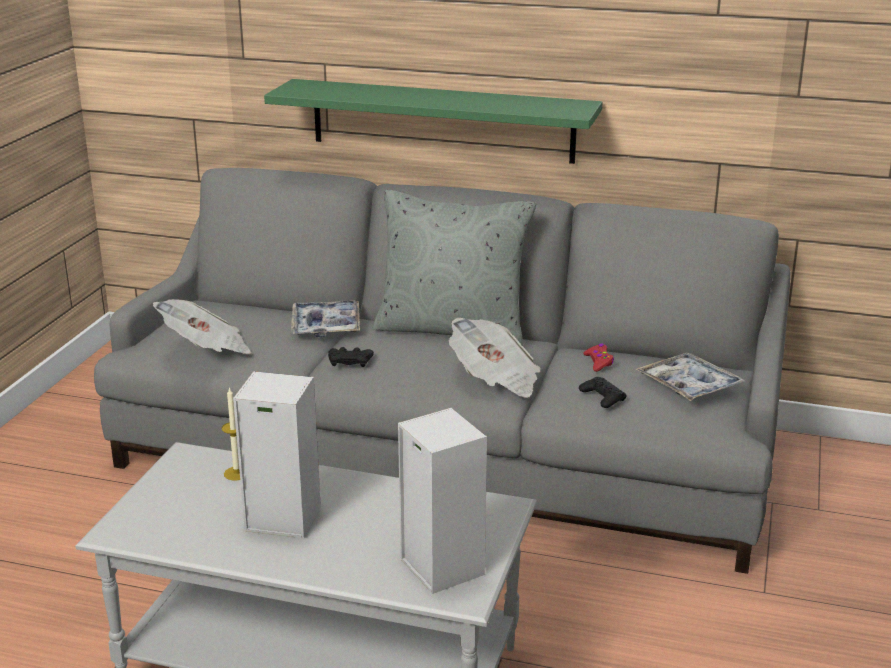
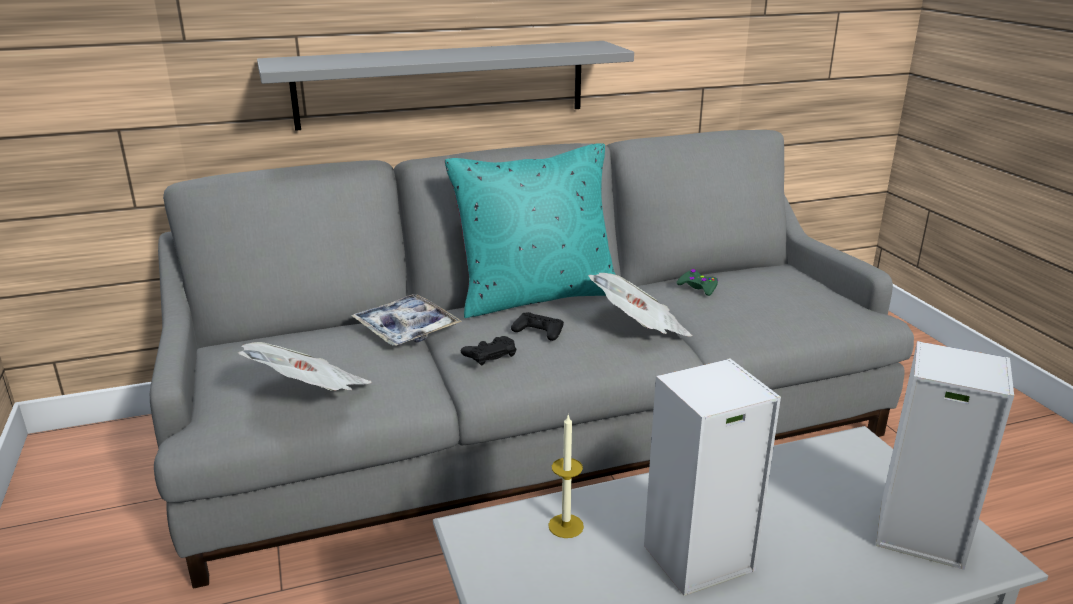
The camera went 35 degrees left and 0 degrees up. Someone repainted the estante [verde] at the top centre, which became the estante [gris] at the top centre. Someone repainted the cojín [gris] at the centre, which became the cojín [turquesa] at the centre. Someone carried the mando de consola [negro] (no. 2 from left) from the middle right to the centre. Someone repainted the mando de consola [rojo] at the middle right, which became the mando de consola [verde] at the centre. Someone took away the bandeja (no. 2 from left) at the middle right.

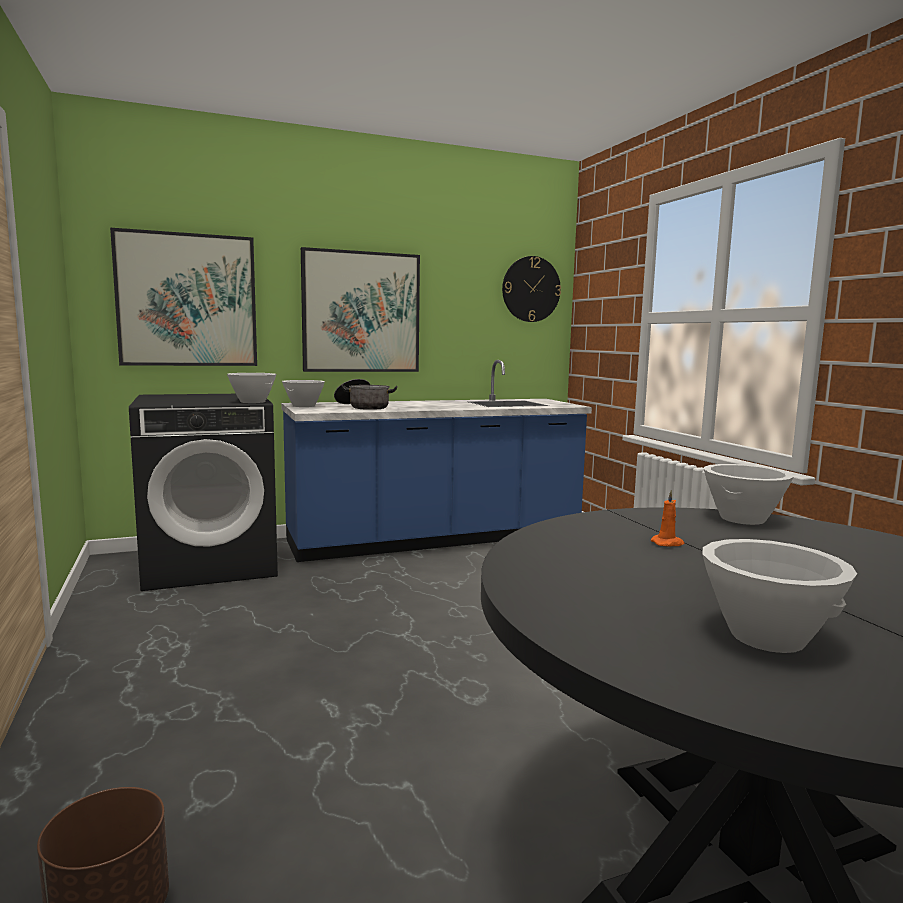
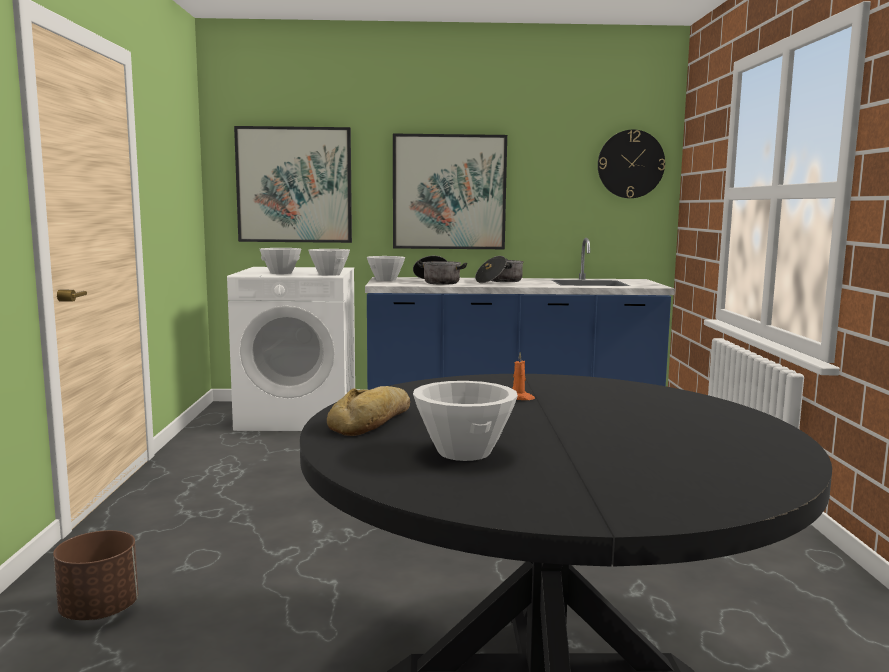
The camera went 20 degrees right and 0 degrees up. Someone repainted the lavadora [negro] at the middle left, which became the lavadora [blanco] at the middle left. Someone carried the cuenco [blanco] (no. 3 from left in the first image) from the middle right to the middle left. Someone put down the pan at the centre. Someone put down the olla (no. 2 from left) at the centre.

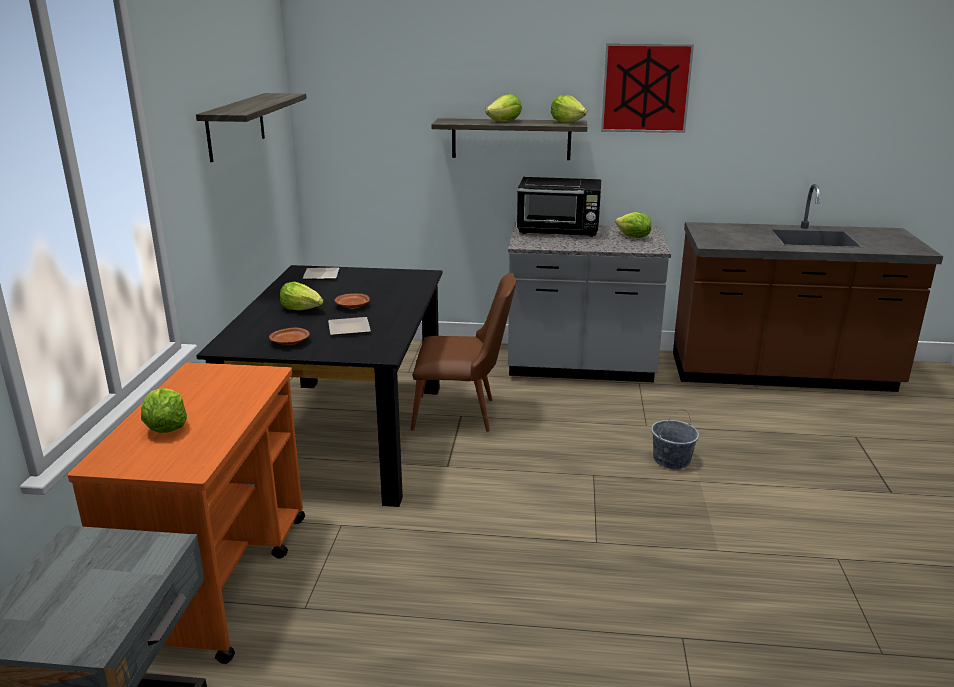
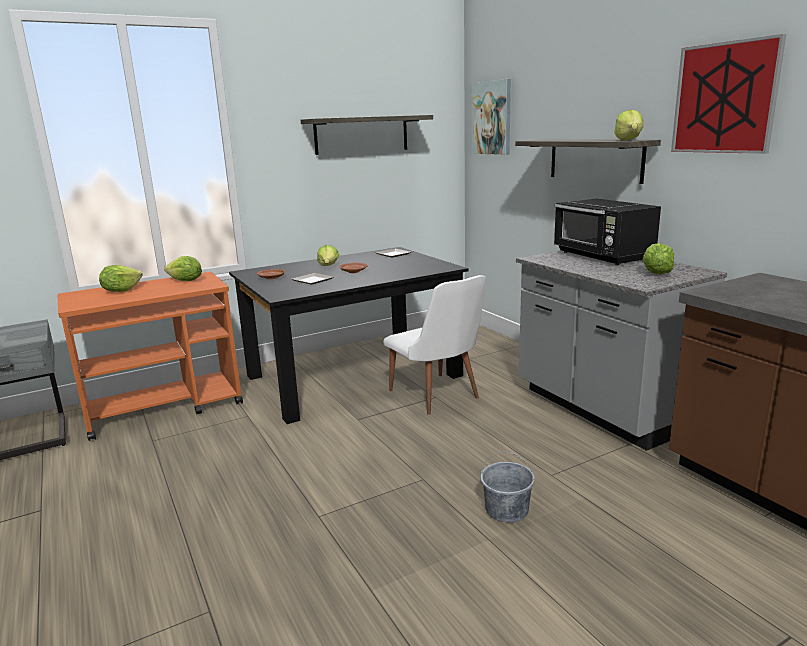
The camera went 55 degrees right and 5 degrees down. Someone repainted the silla [marrón] at the centre, which became the silla [blanco] at the centre. Someone carried the lechuga (no. 3 from left in the first image) from the top centre to the middle left. Someone put up the cuadro (no. 1 from left) at the top centre.

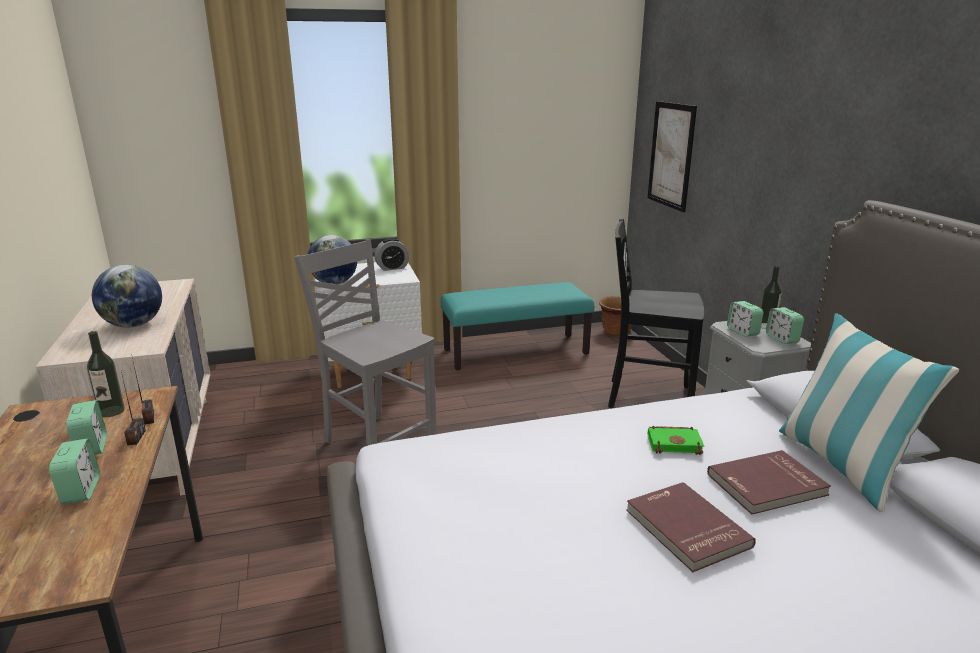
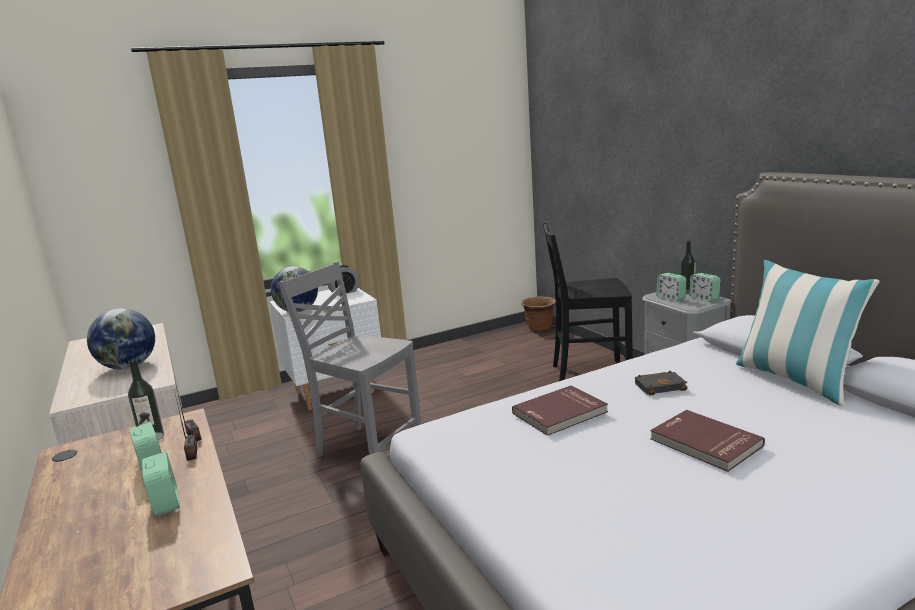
The camera went 10 degrees left and 5 degrees down. Someone took away the banco [turquesa] at the centre. Someone took away the cuadro at the top right. Someone repainted the libro [verde] at the bottom right, which became the libro [negro] at the middle right. Someone carried the libro [rojo] (no. 2 from left in the first image) from the bottom right to the bottom centre.

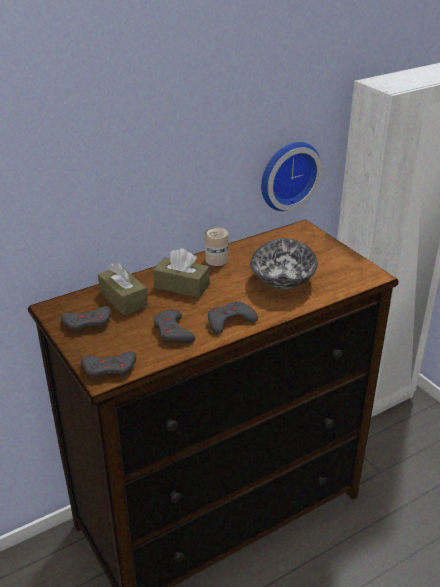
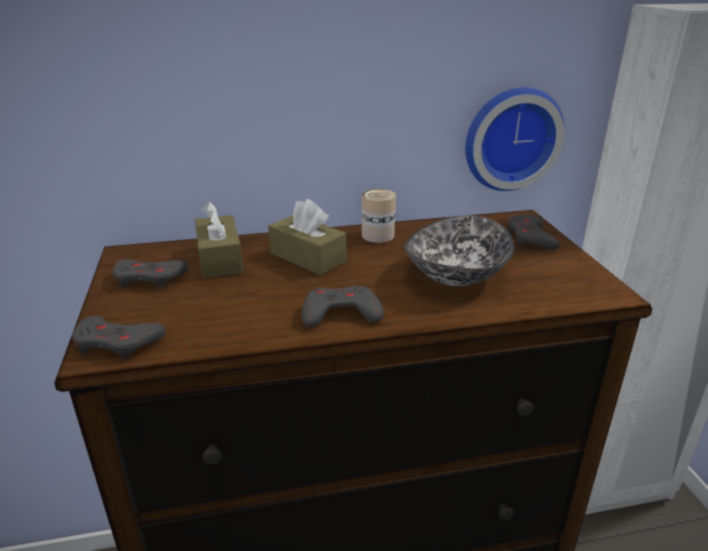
The camera went 20 degrees right and 5 degrees down. Someone carried the mando de consola [gris] (no. 3 from left in the first image) from the centre to the middle right.

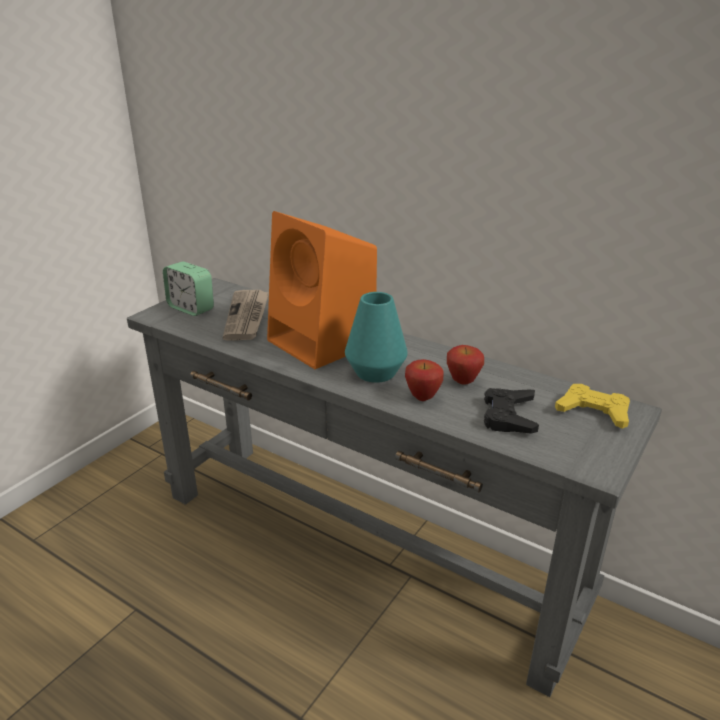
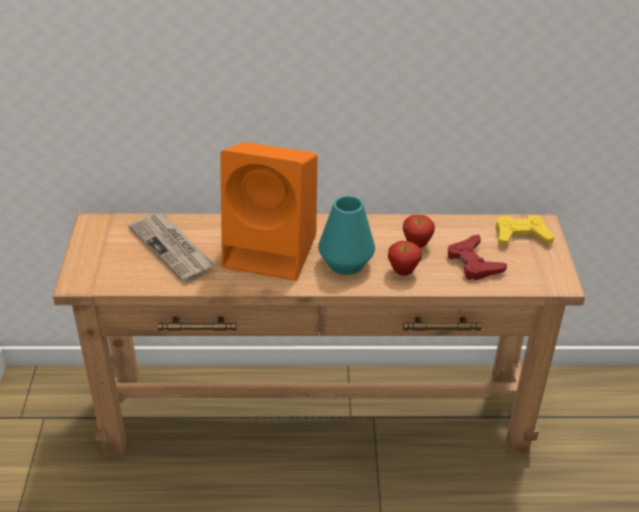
The camera went 35 degrees left and 10 degrees up. Someone repainted the mesa consola [gris] at the bottom centre, which became the mesa consola [marrón] at the centre. Someone took away the despertador at the middle left. Someone repainted the mando de consola [negro] at the middle right, which became the mando de consola [rojo] at the middle right.

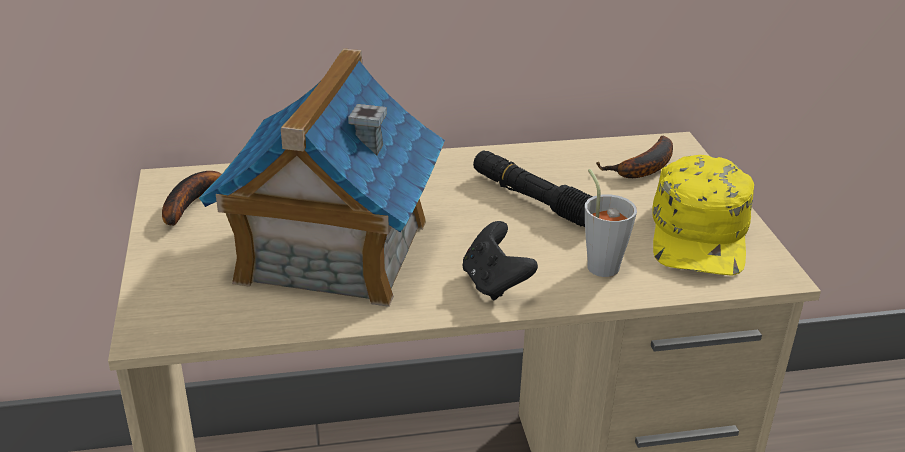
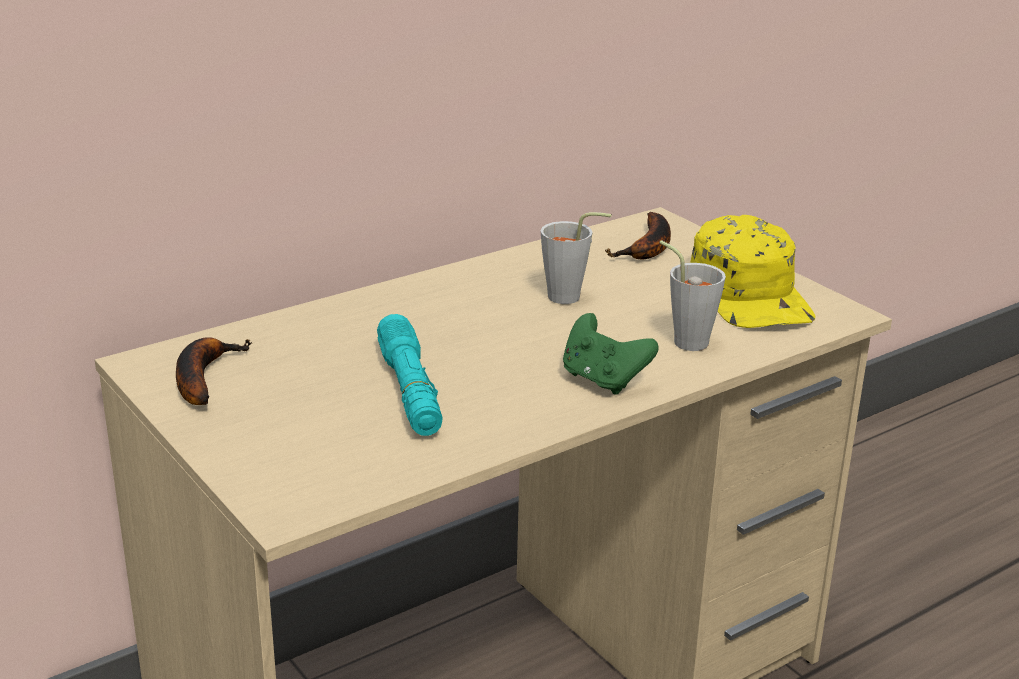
The camera went 25 degrees left and 5 degrees down. Someone swapped the casita at the centre for the linterna [turquesa] at the centre. Someone repainted the mando de consola [negro] at the centre, which became the mando de consola [verde] at the centre. Someone swapped the linterna [negro] at the centre for the taza [gris] (no. 1 from left) at the centre.

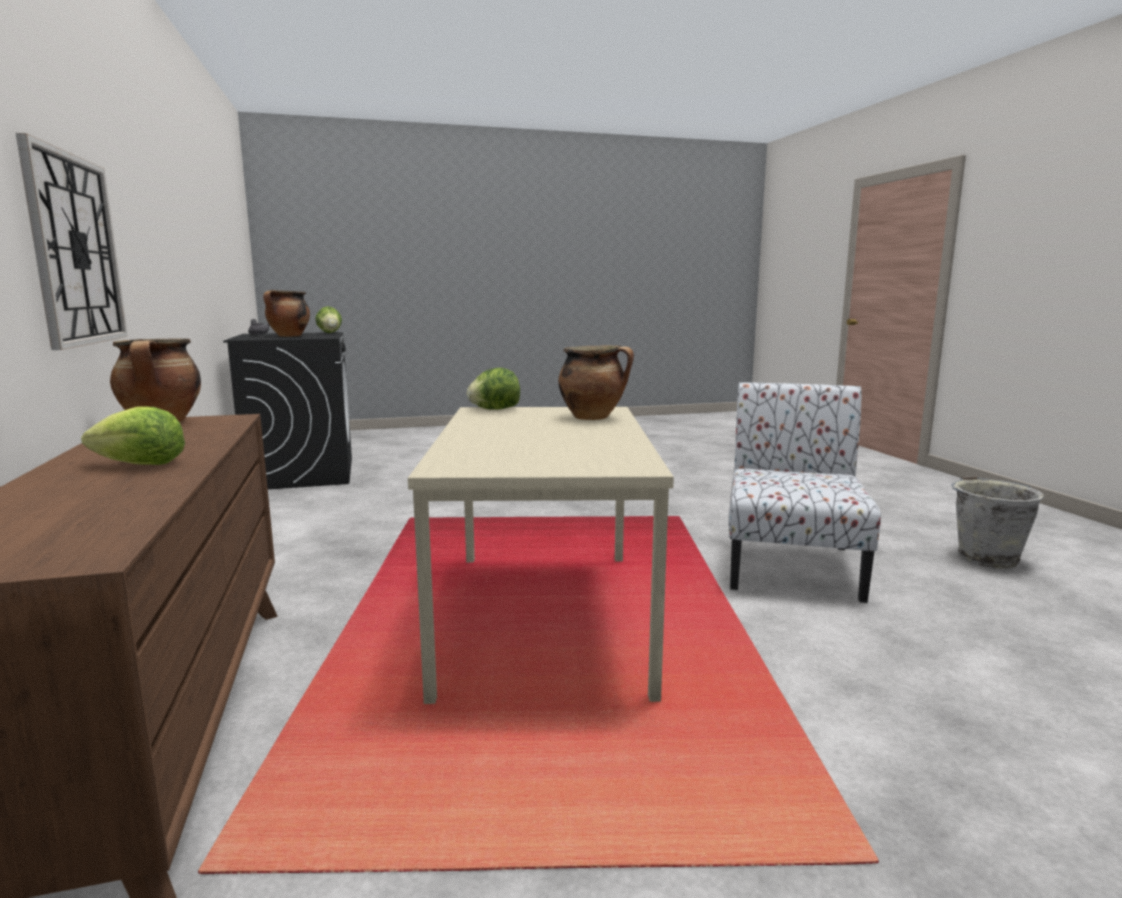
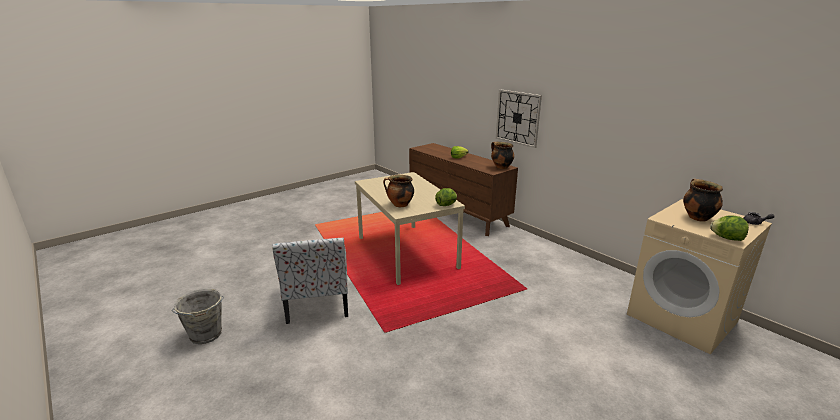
The camera went 155 degrees right and 10 degrees up. Someone repainted the lavadora [negro] at the middle left, which became the lavadora [beis] at the middle right.

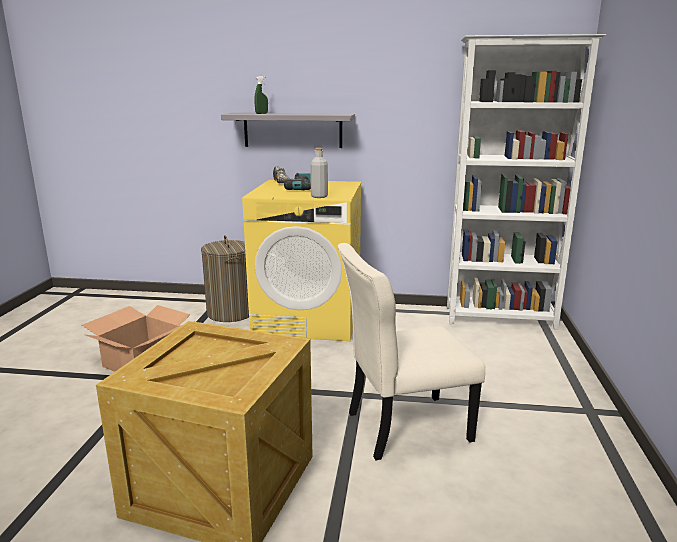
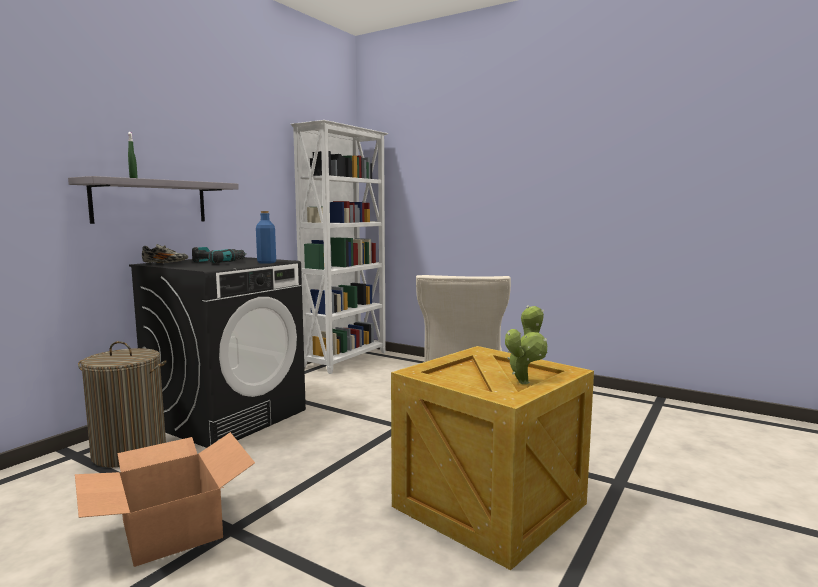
The camera went 65 degrees left and 10 degrees down. Someone repainted the lavadora [amarillo] at the centre, which became the lavadora [negro] at the middle left. Someone repainted the botella [gris] at the top centre, which became the botella [azul] at the middle left. Someone put down the planta en maceta at the centre.

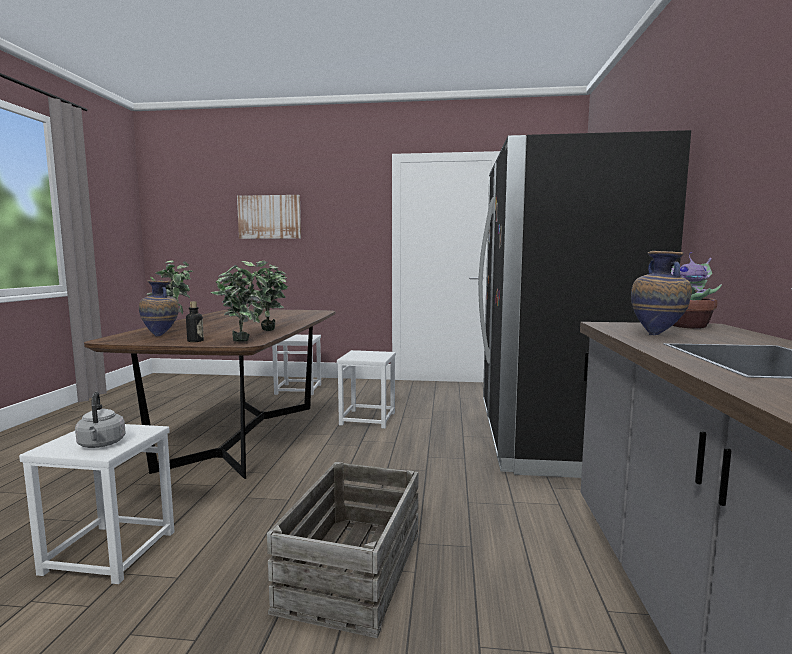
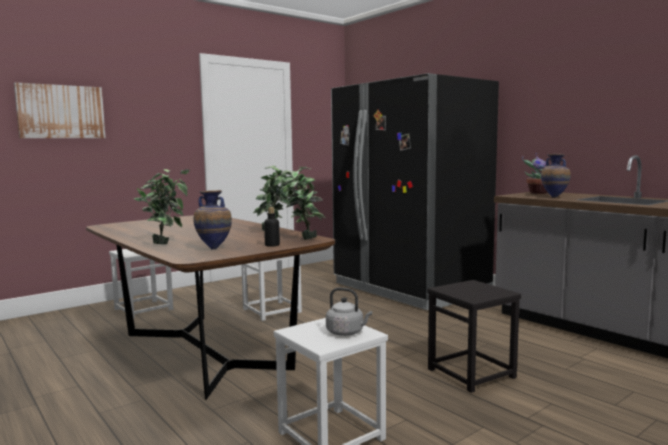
The camera went 45 degrees left and 0 degrees up. Someone swapped the caja de embalaje at the bottom centre for the taburete [negro] at the bottom right.

